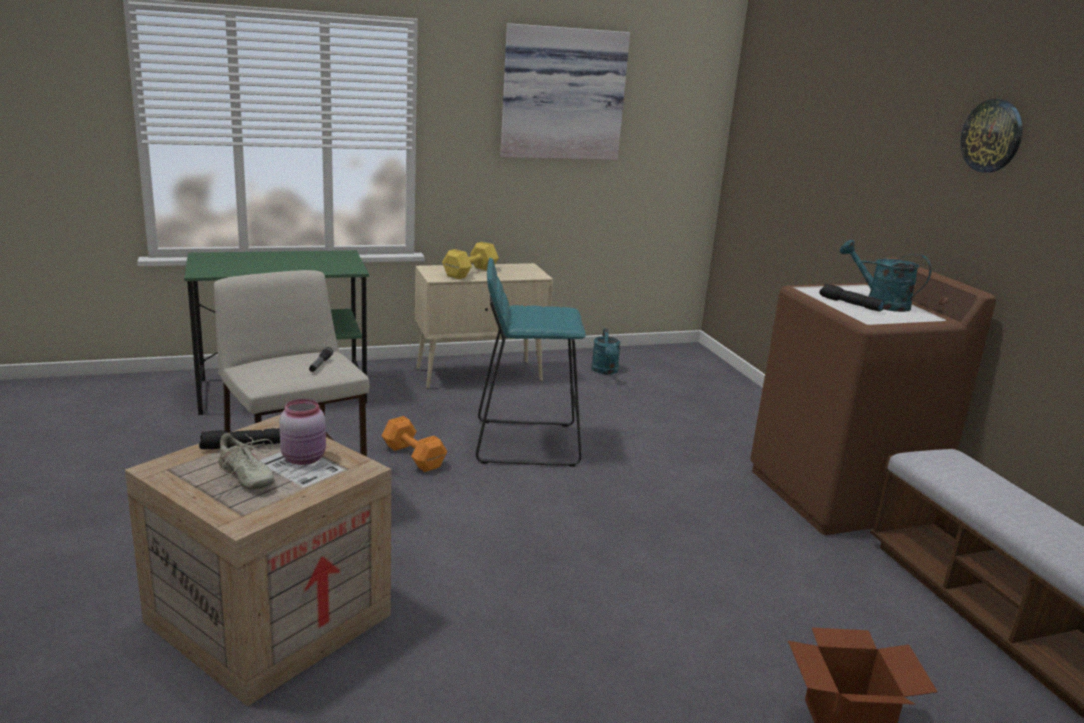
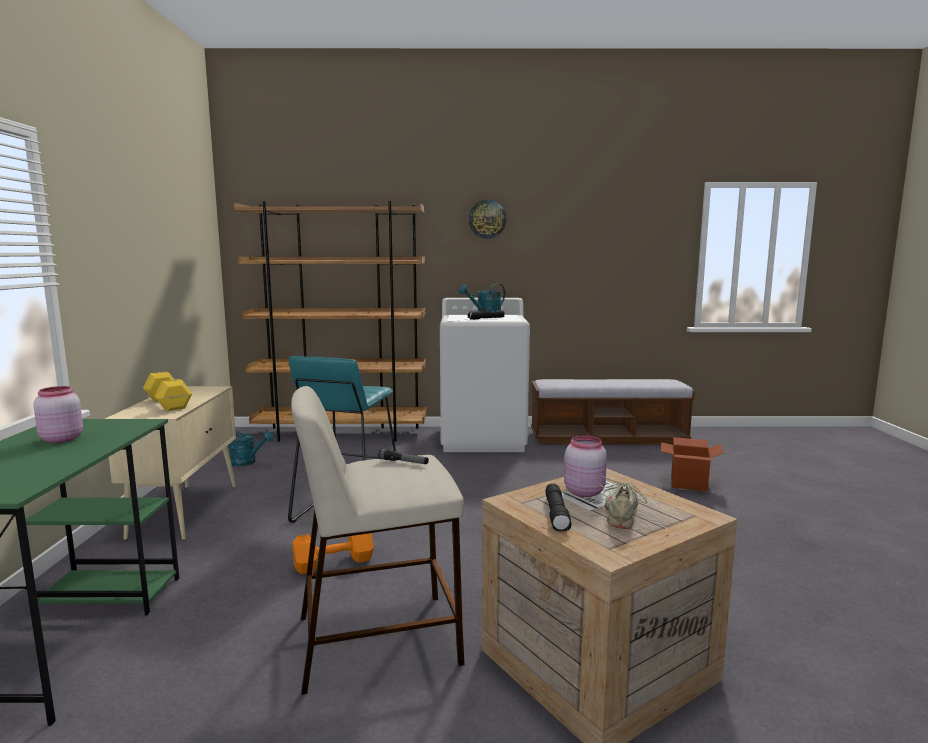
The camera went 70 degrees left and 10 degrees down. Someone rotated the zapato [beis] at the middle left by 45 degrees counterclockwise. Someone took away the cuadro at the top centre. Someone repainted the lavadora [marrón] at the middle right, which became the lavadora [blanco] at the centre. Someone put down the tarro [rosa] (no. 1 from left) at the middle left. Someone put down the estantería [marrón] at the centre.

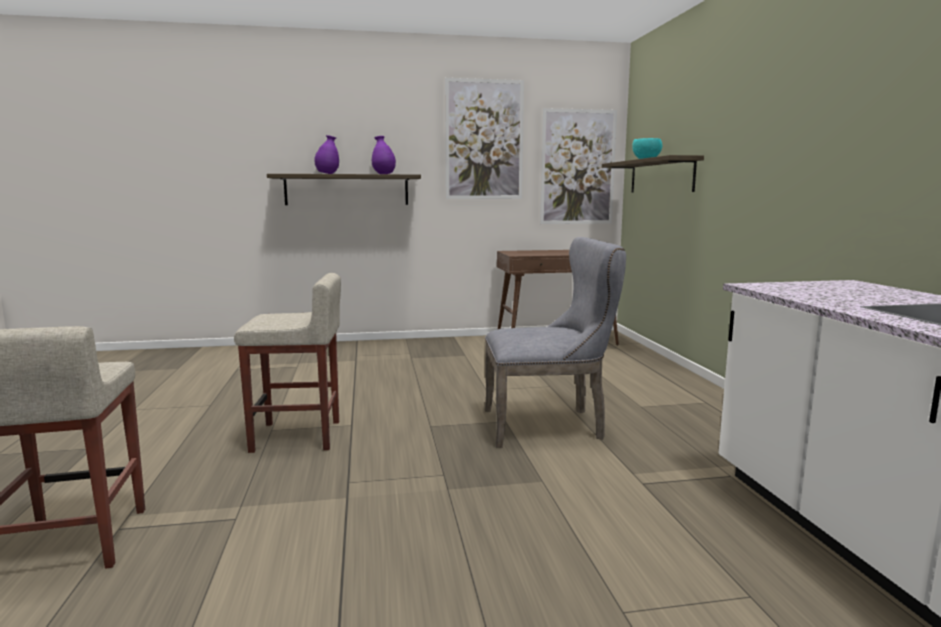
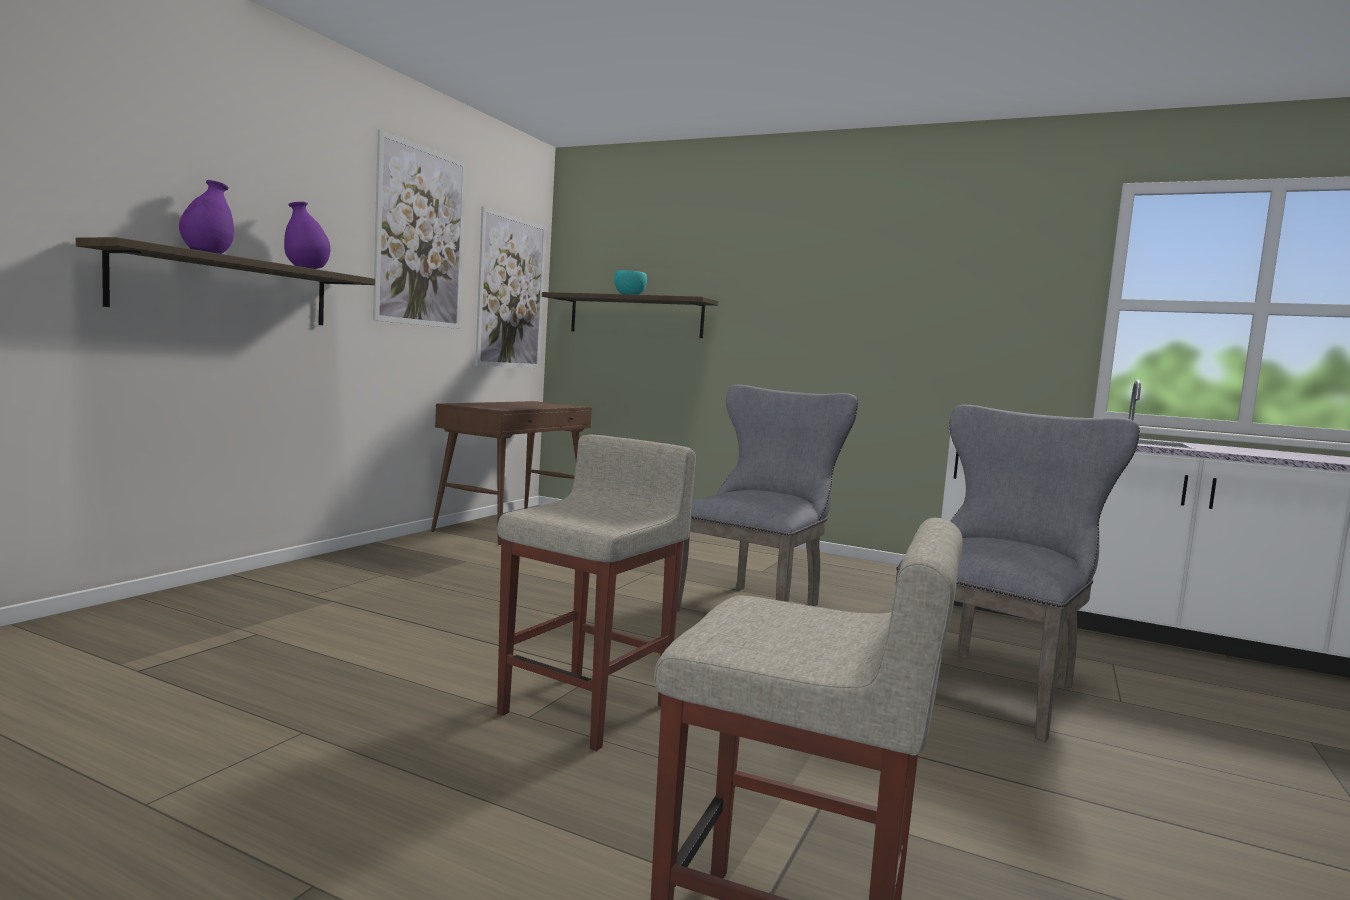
The camera went 55 degrees left and 5 degrees down. Someone put down the silla [gris] (no. 2 from left) at the middle right.

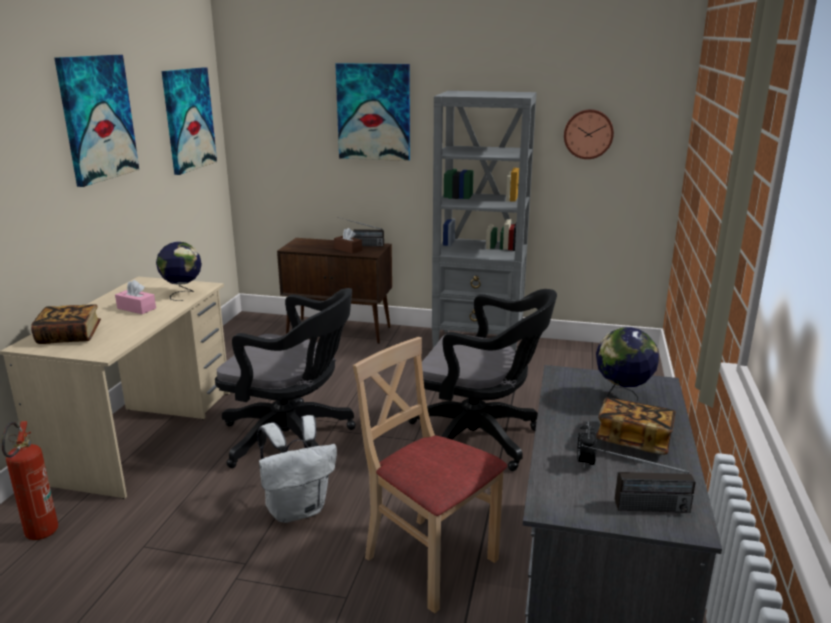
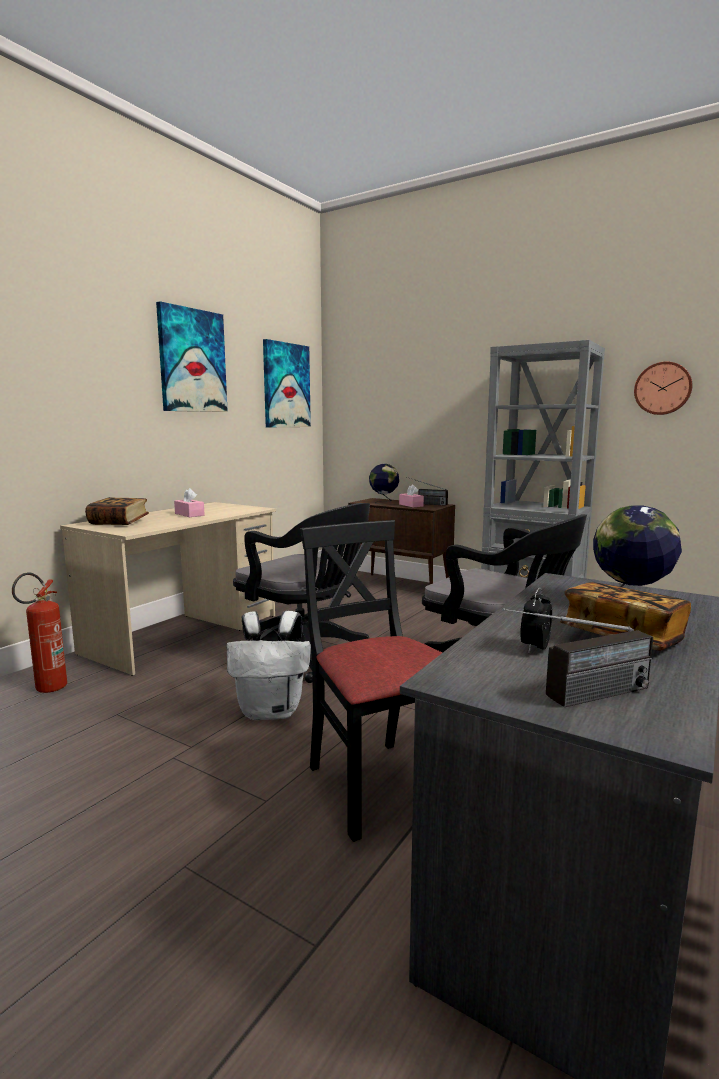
The camera went 20 degrees right and 10 degrees down. Someone carried the globo terráqueo (no. 1 from left) from the middle left to the centre. Someone repainted the caja de pañuelos [marrón] at the centre, which became the caja de pañuelos [rosa] (no. 2 from left) at the centre. Someone took away the cuadro (no. 3 from left) at the top centre. Someone repainted the silla [beis] at the bottom centre, which became the silla [negro] at the centre. Someone rotated the radio (no. 2 from left) at the bottom right by 45 degrees counterclockwise.

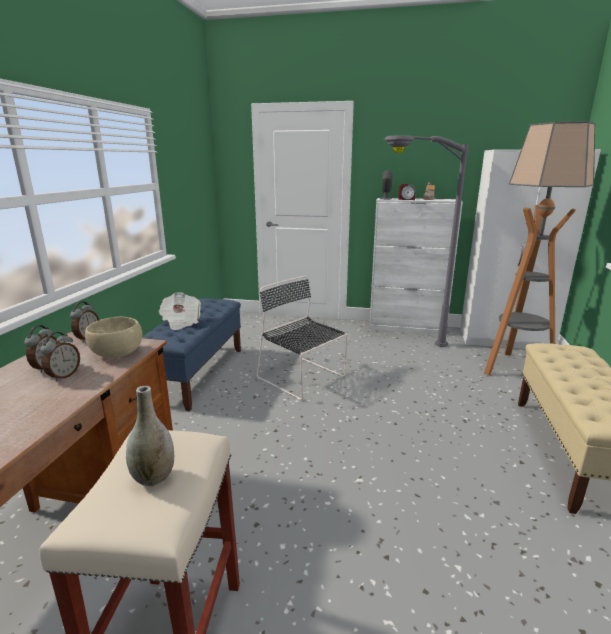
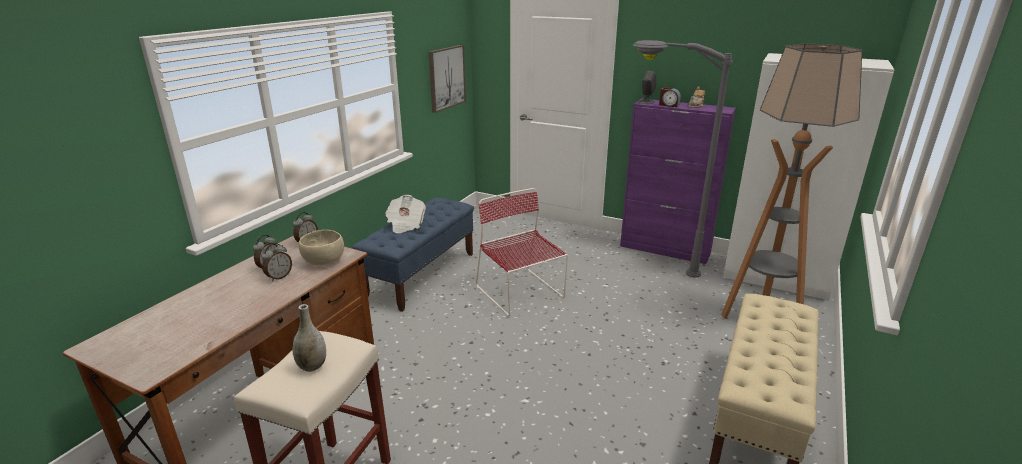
The camera went 15 degrees right and 5 degrees up. Someone repainted the silla [negro] at the centre, which became the silla [rojo] at the centre. Someone repainted the armario [blanco] at the middle right, which became the armario [morado] at the centre. Someone put up the cuadro at the top centre.

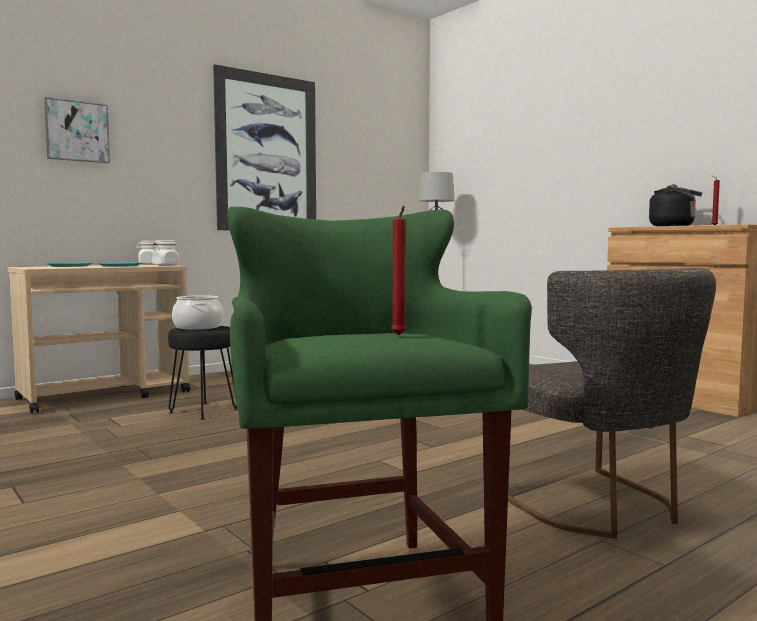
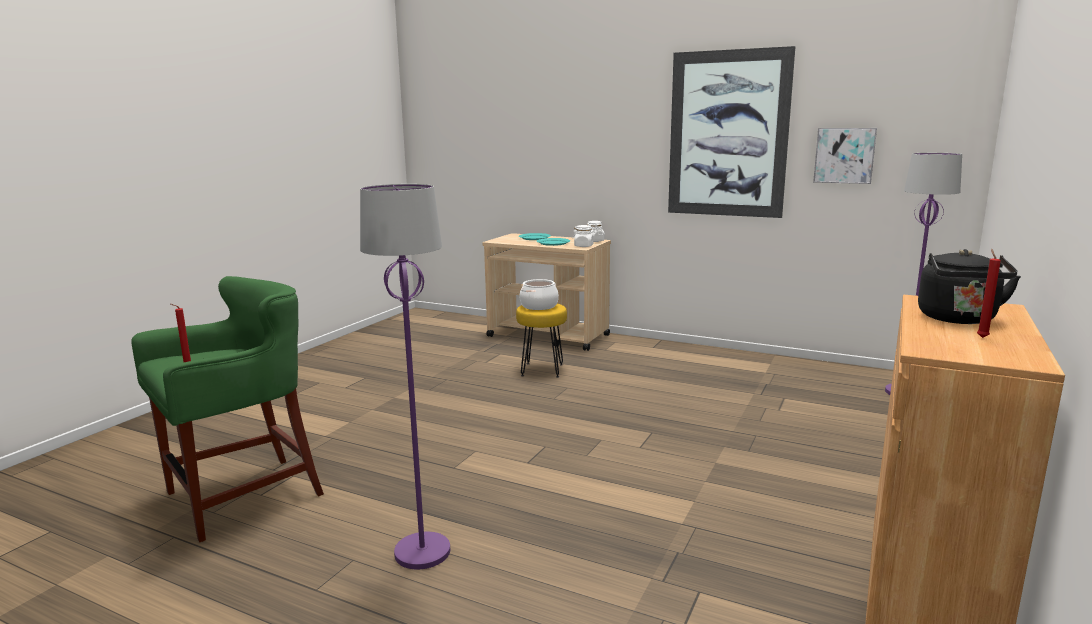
The camera went 65 degrees right and 10 degrees up. Someone carried the cuadro (no. 1 from left in the first image) from the top left to the top right. Someone repainted the taburete [negro] at the middle left, which became the taburete [amarillo] at the centre. Someone swapped the silla [gris] at the middle right for the lámpara de pie [morado] (no. 1 from left) at the centre.

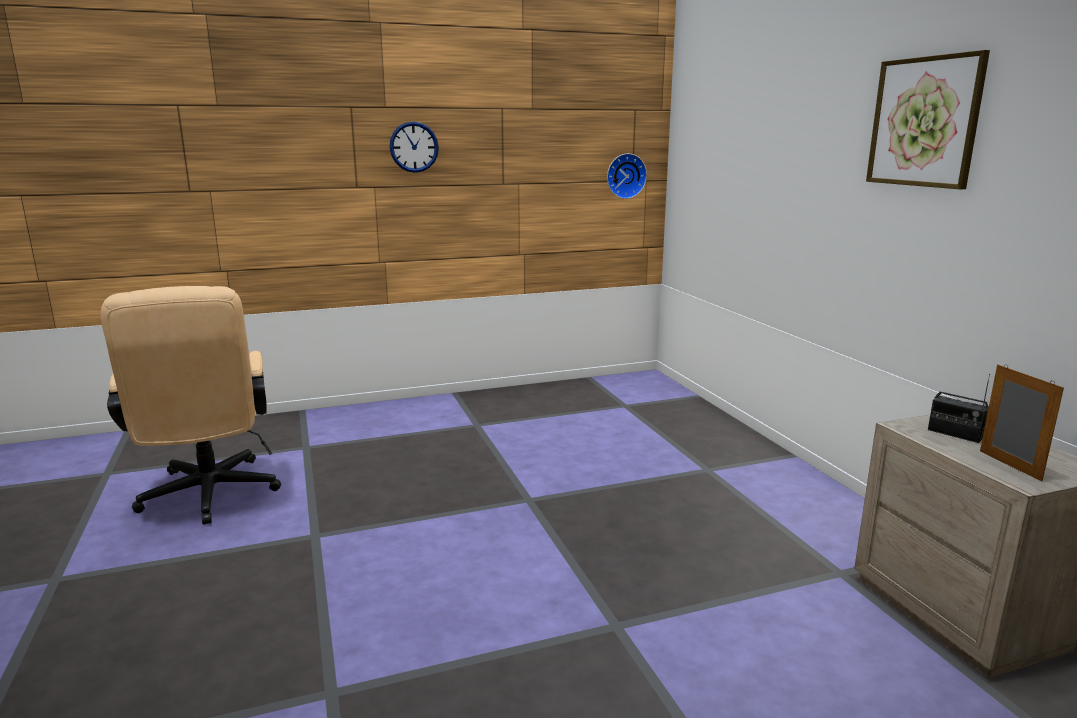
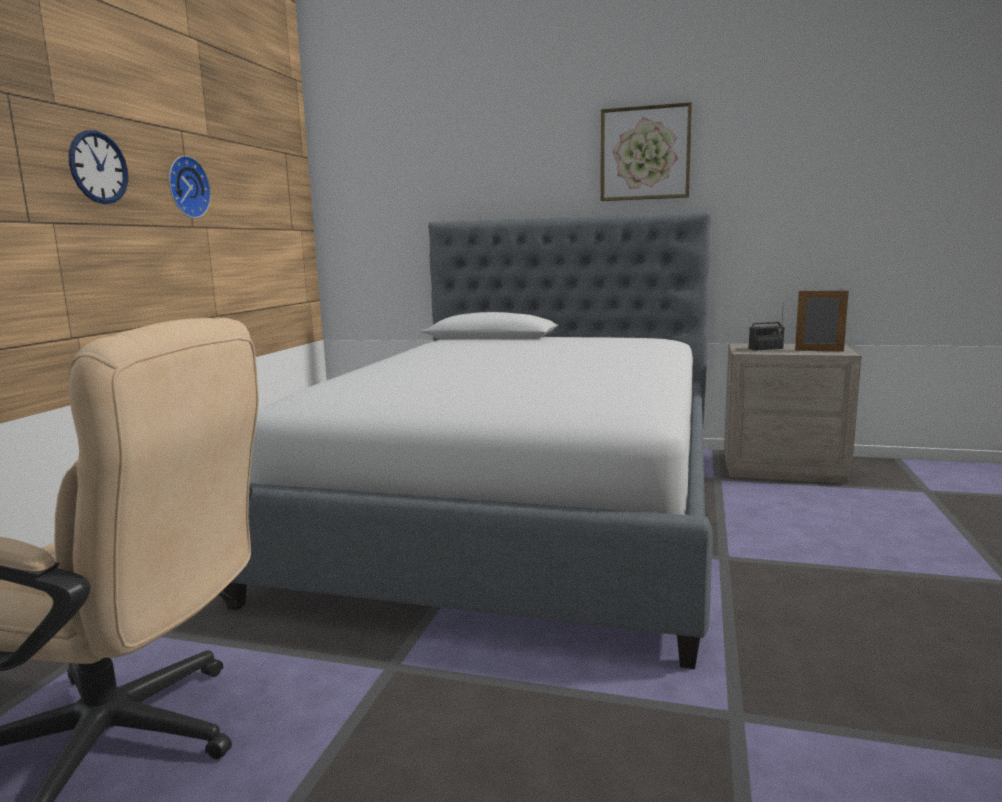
The camera went 55 degrees left and 5 degrees down. Someone carried the reloj de pared (no. 2 from left) from the top centre to the top left. Someone put down the cama at the centre.

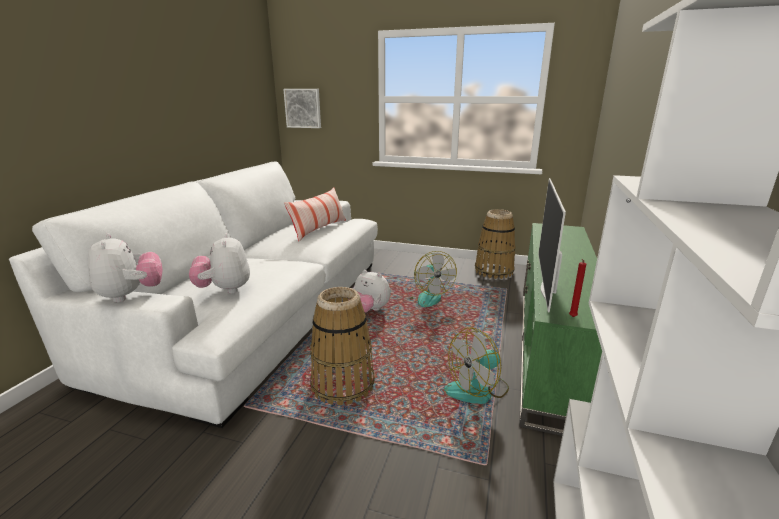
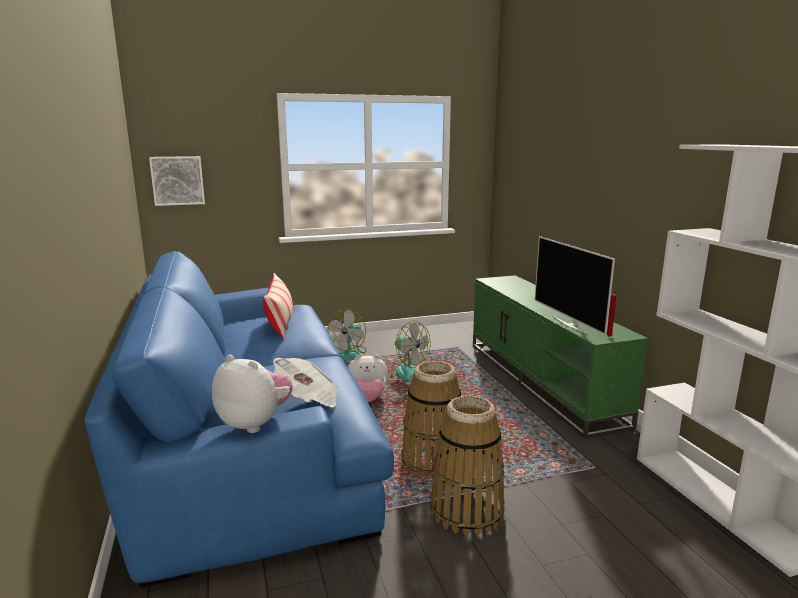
The camera went 35 degrees left and 5 degrees down. Someone repainted the sofá [blanco] at the middle left, which became the sofá [azul] at the bottom left. Someone swapped the peluche (no. 2 from left) at the middle left for the periódico at the centre. Someone carried the ventilador (no. 2 from left in the first image) from the bottom centre to the centre. Someone carried the cesta (no. 2 from left) from the centre to the bottom centre.

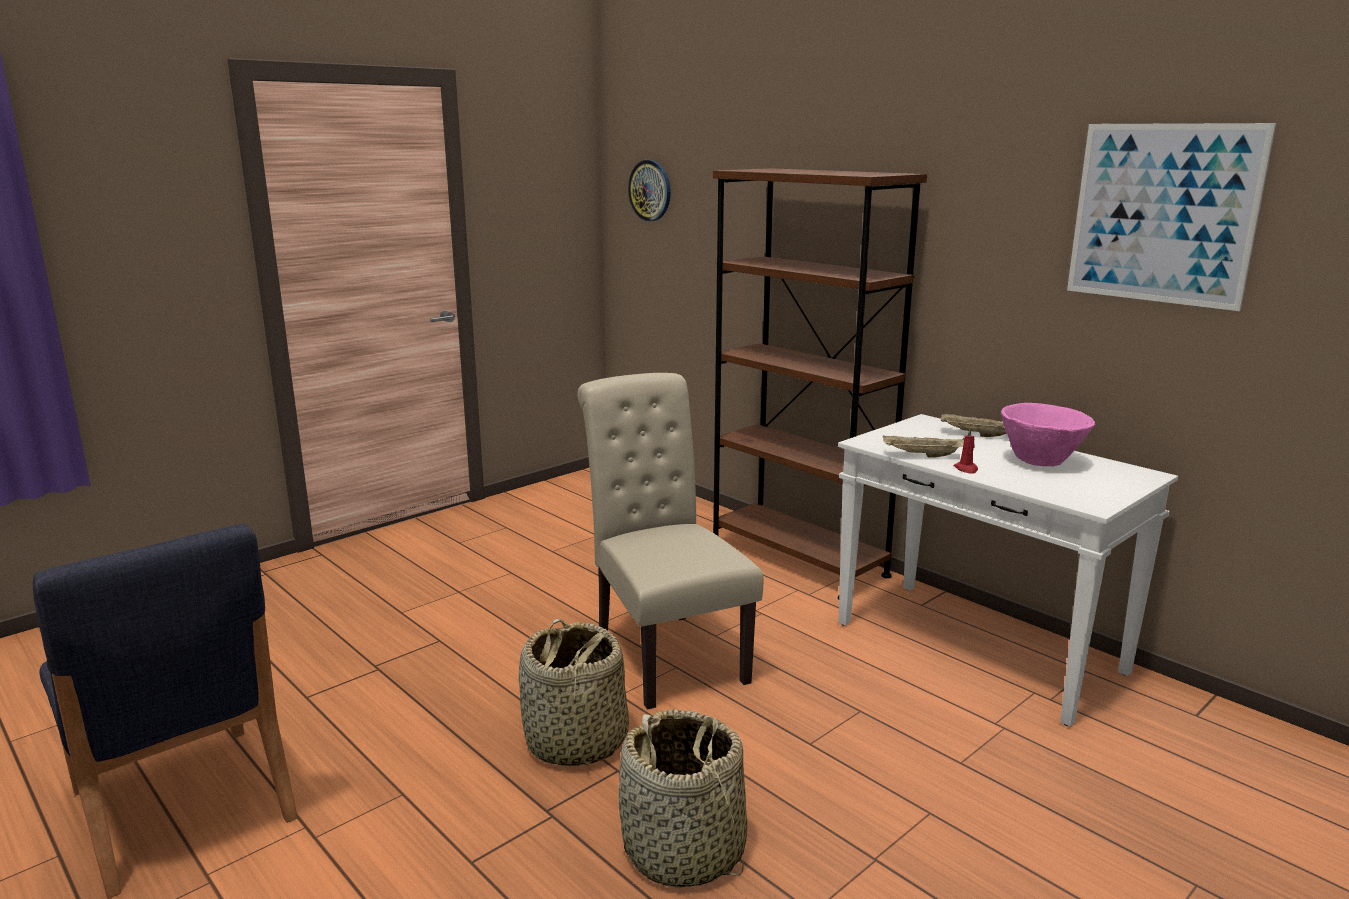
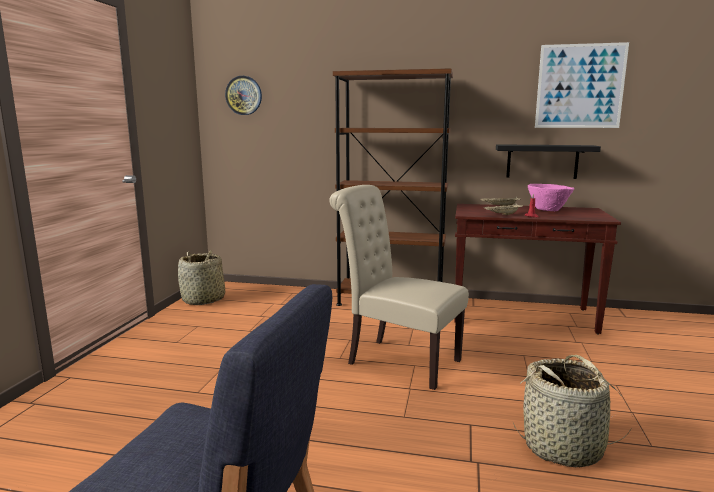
The camera went 35 degrees left and 5 degrees down. Someone carried the cesta (no. 1 from left) from the bottom centre to the middle left. Someone repainted the mesa consola [blanco] at the middle right, which became the mesa consola [marrón] at the middle right. Someone put up the estante [negro] at the top right.

